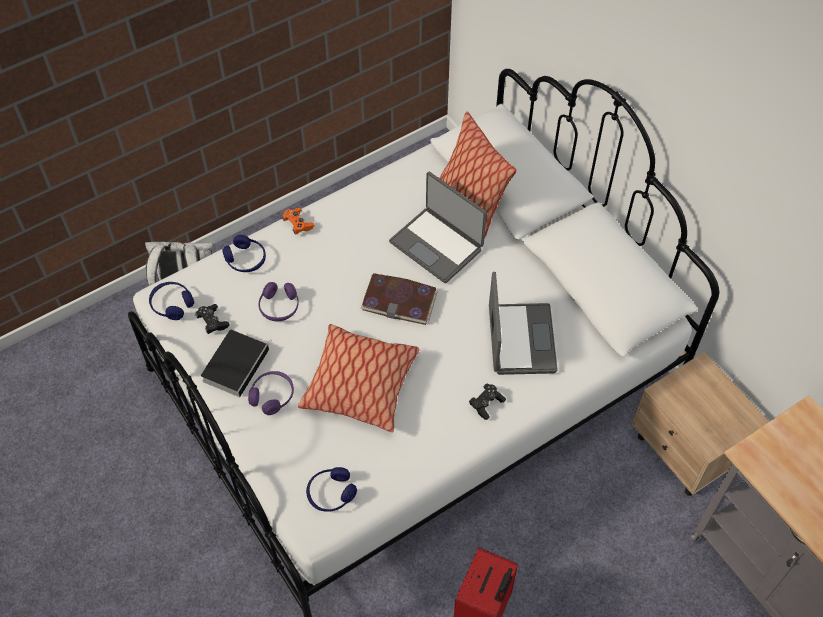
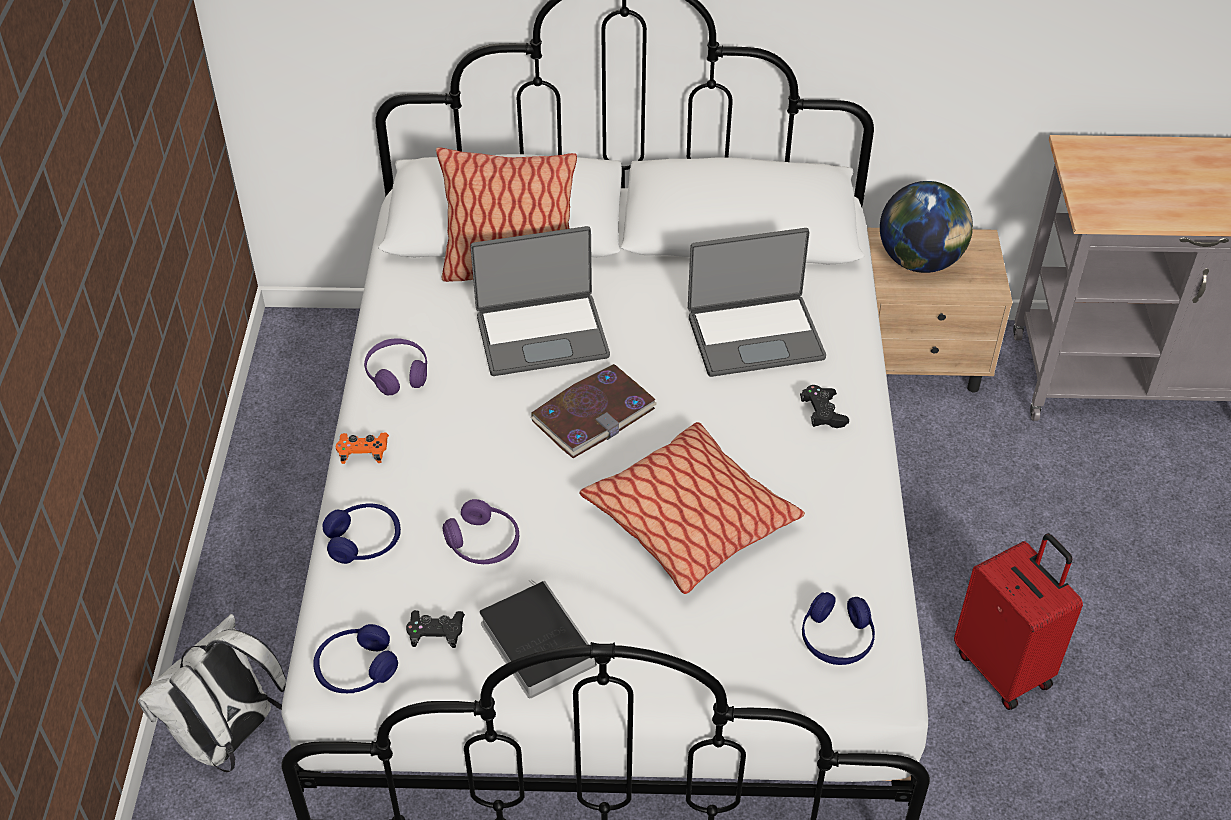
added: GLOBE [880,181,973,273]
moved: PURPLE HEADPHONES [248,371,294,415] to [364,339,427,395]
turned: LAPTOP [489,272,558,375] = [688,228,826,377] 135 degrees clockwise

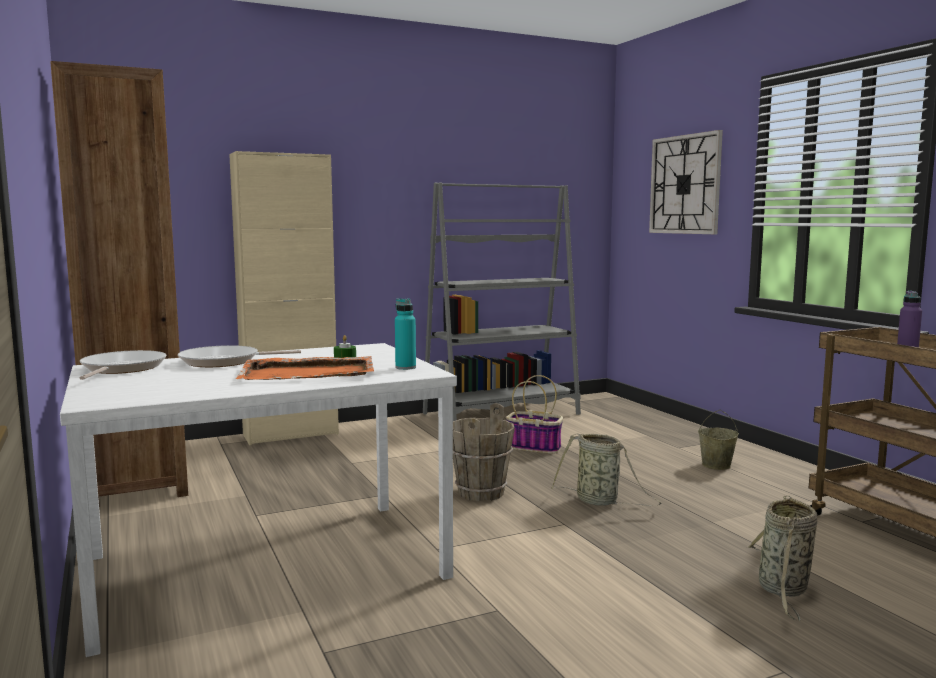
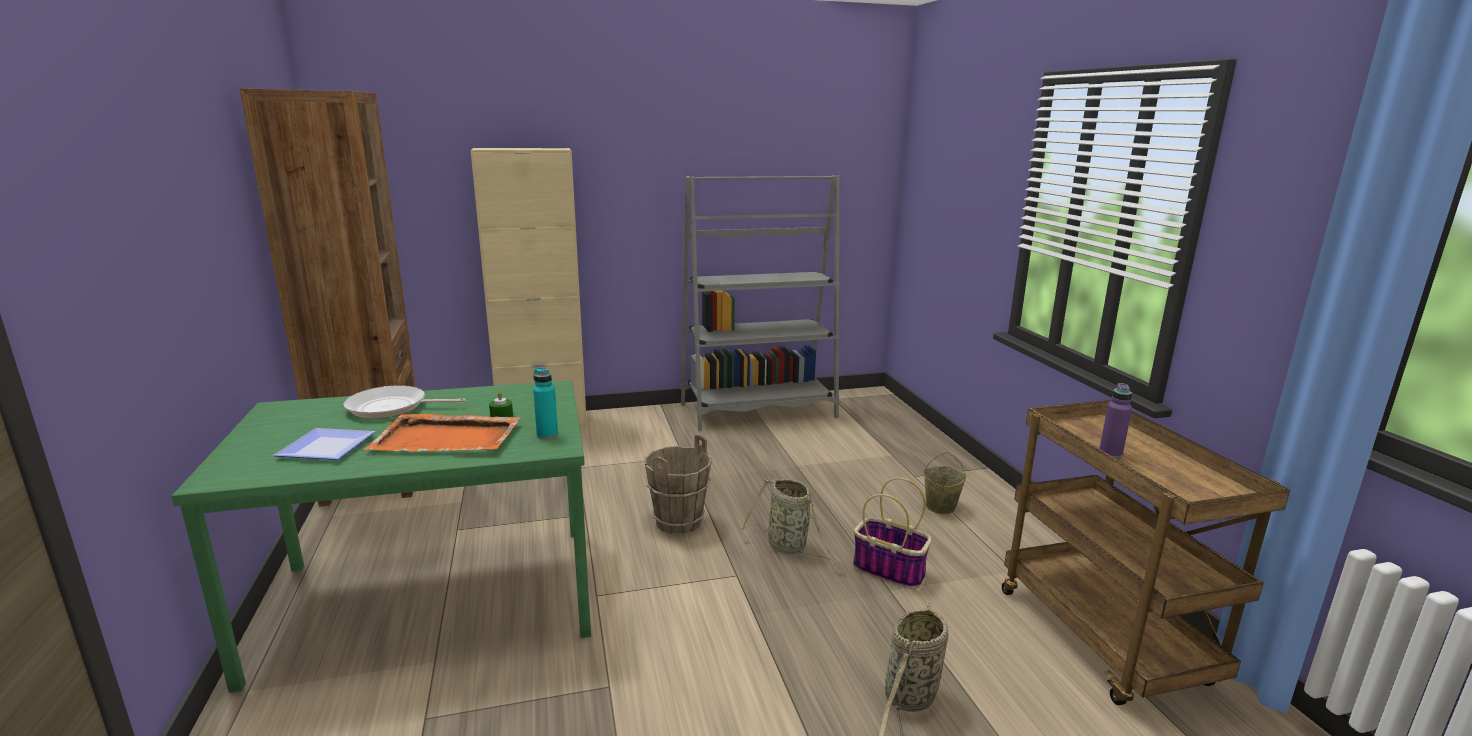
removed: WALL CLOCK [649,130,723,234]; FRYING PAN [79,350,166,380]
added: PLATE [273,428,375,460]
moved: BASKET [506,375,563,454] to [853,477,931,589]
recoloured: WHITE DINING TABLE [60,343,457,657] to GREEN DINING TABLE [172,380,591,693]

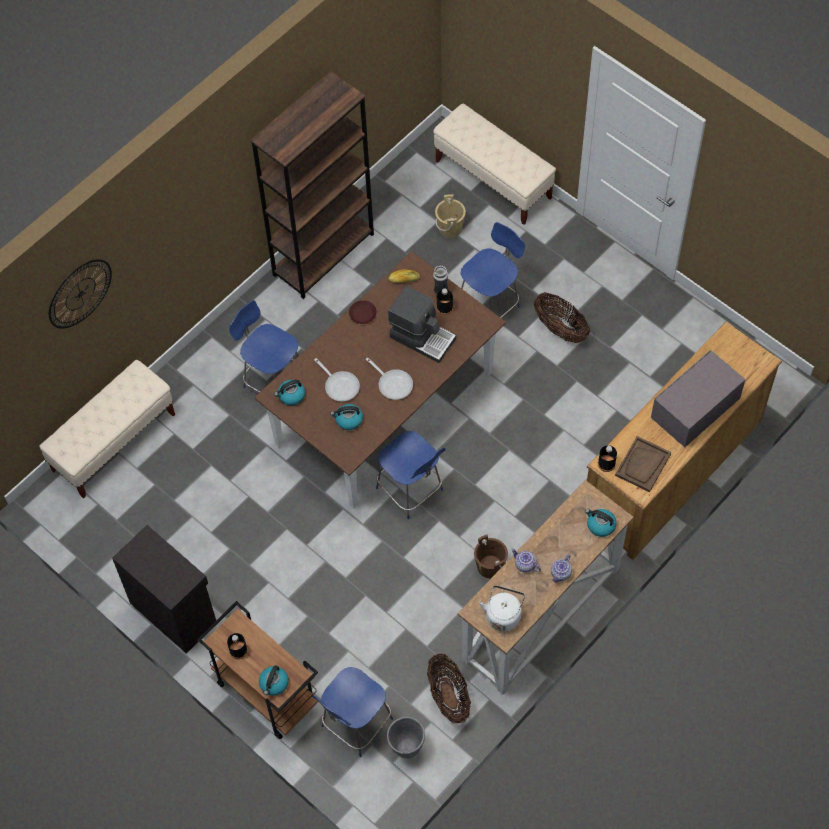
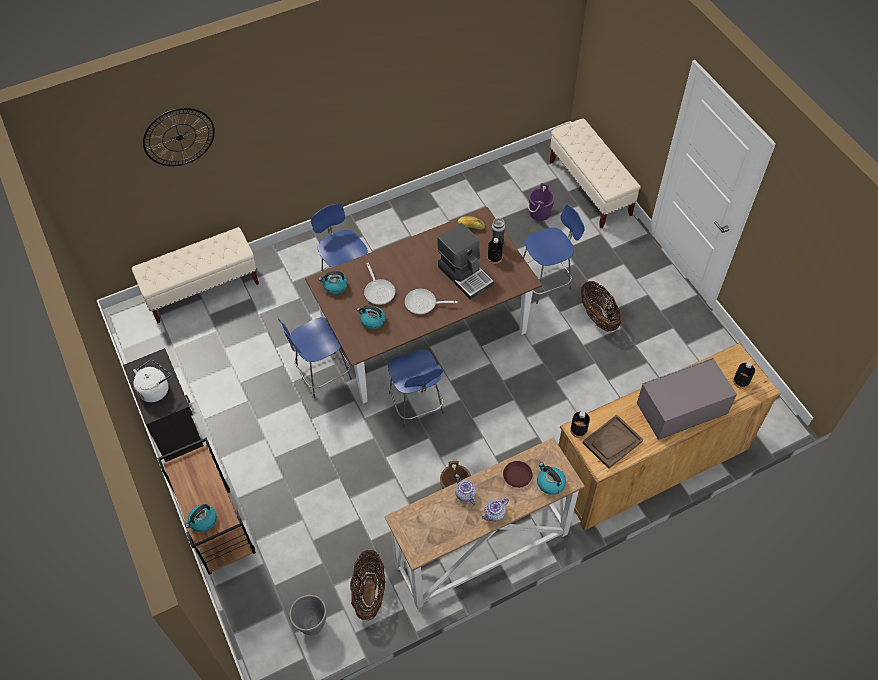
removed: BROWN BOOKCASE [251,71,374,299]
moved: BROWN PLATE [349,300,377,324] to [503,461,533,488]; WHITE KETTLE [479,585,525,631] to [133,360,171,402]; BLACK BOTTLE [227,633,248,659] to [733,362,755,389]; BLUE CHAIR [312,667,393,757] to [278,317,352,397]
recoloured: BEIGE BUCKET [435,194,466,238] to PURPLE BUCKET [528,183,555,221]
turned: FRYING PAN [366,358,413,400] = [405,289,458,314] 120 degrees clockwise

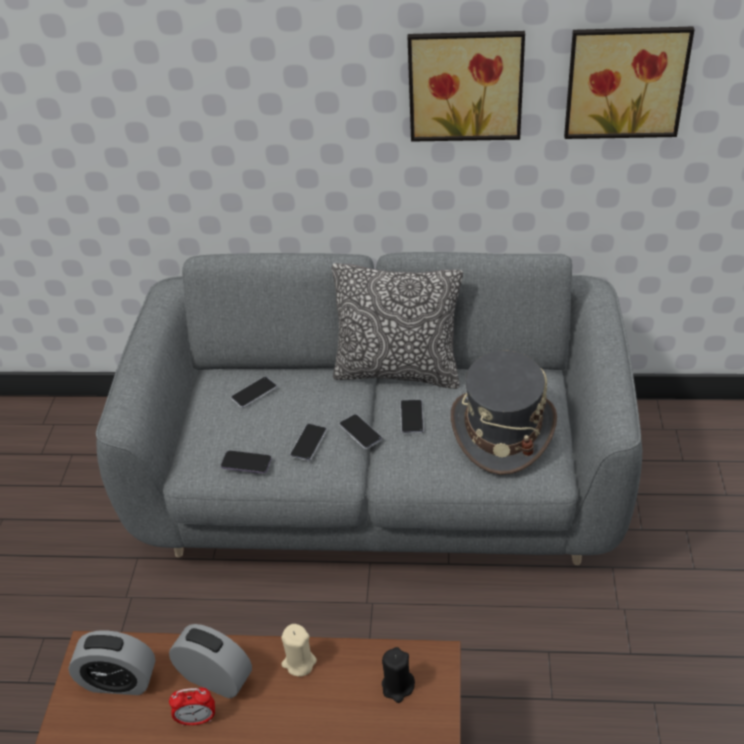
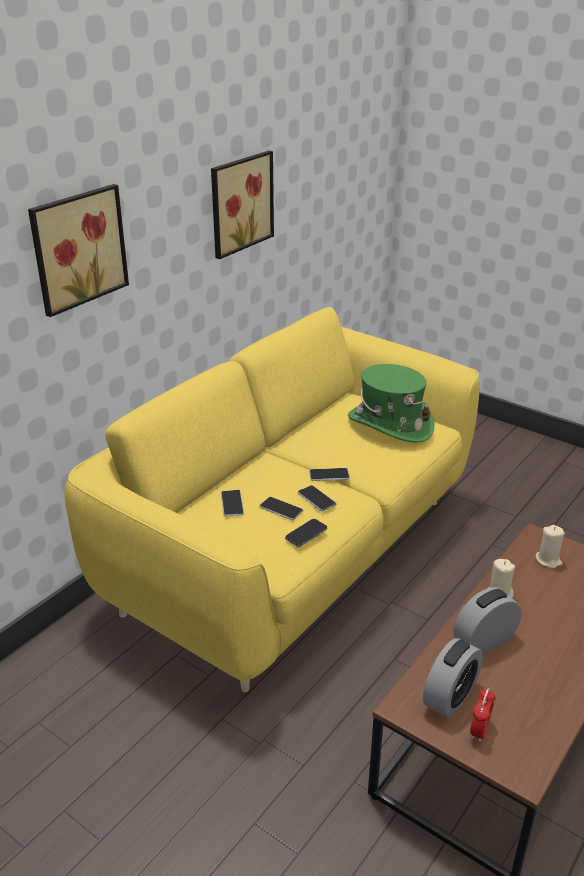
removed: PILLOW [332,263,463,389]
moved: PICTURE [564,26,695,139] to [28,184,129,317]; PHONE [400,400,424,434] to [260,497,303,520]; ALARM CLOCK [169,687,215,726] to [470,688,496,742]
recoloured: GREY SOFA [96,252,642,565] to YELLOW SOFA [64,307,480,692]; GREY HAT [451,350,557,475] to GREEN HAT [348,364,434,443]; BLACK CANDLE [382,647,415,703] to BEIGE CANDLE [535,525,565,569]

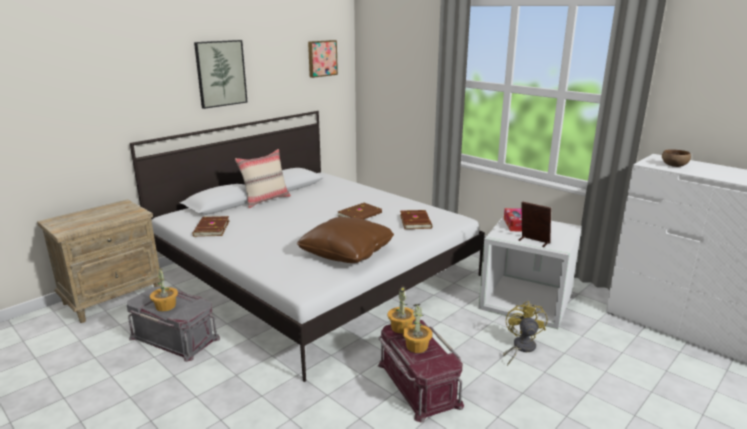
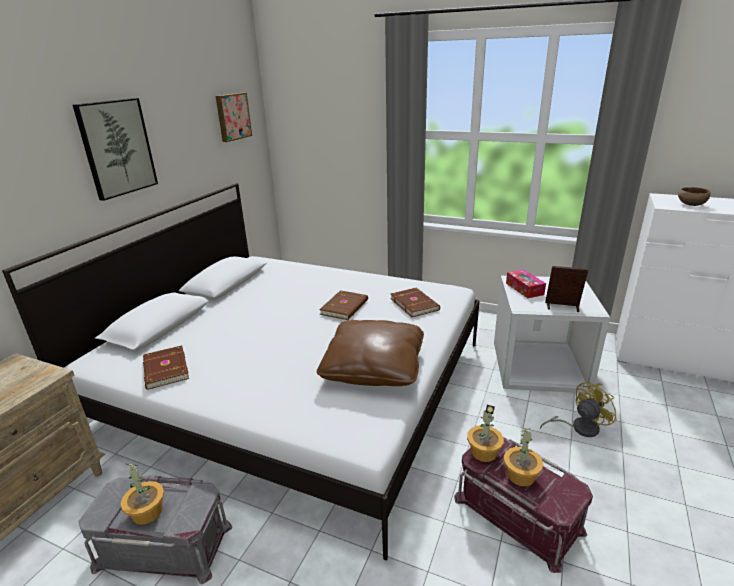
removed: BEIGE PILLOW [235,149,291,208]
turned: YELLOW FAN [503,301,547,366] = [540,382,617,437] 75 degrees clockwise

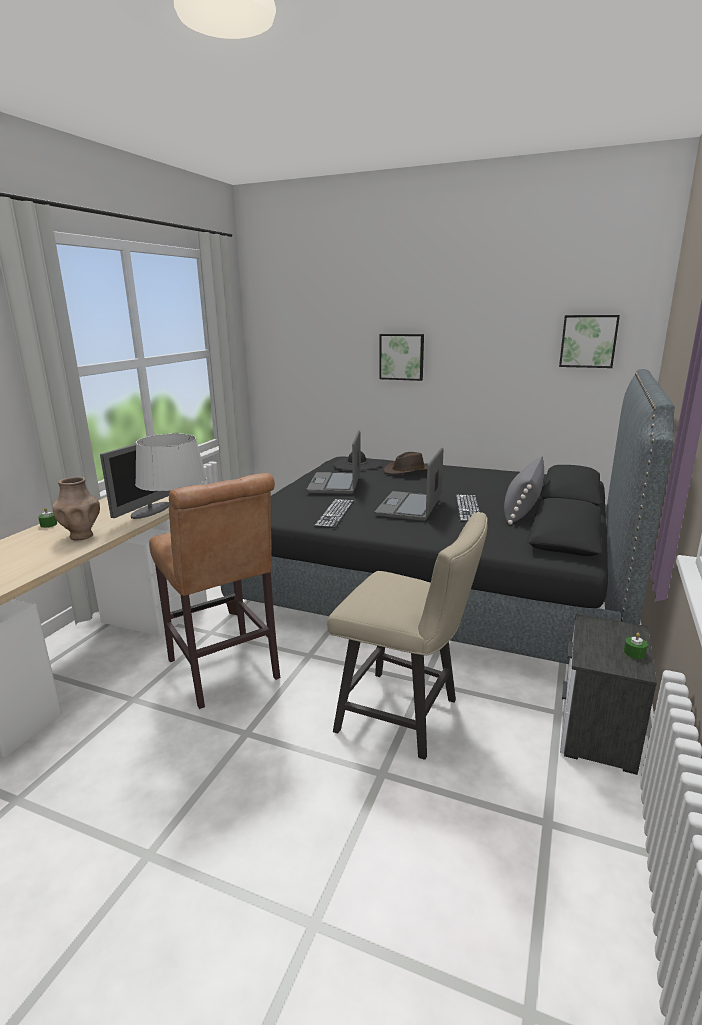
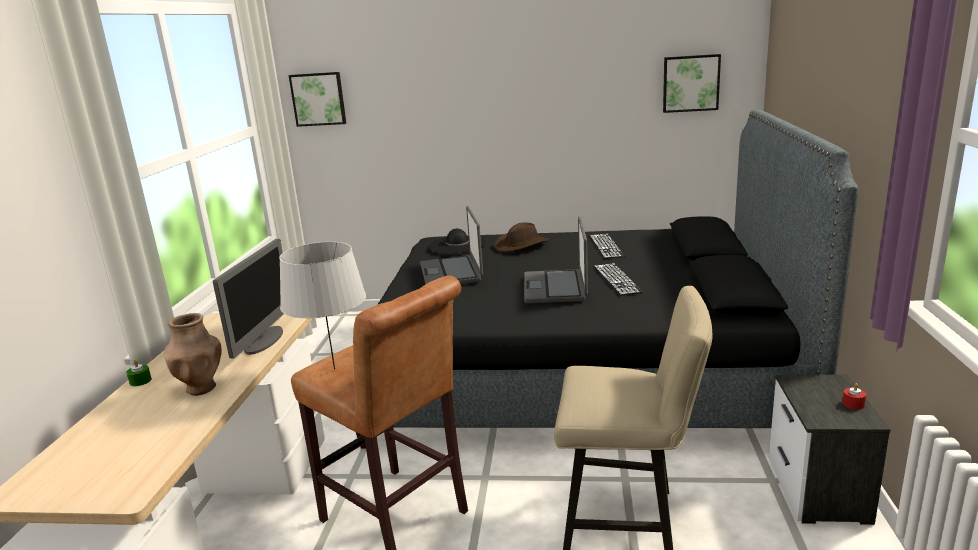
removed: GREY PILLOW [504,456,544,525]
moved: PICTURE [379,334,424,381] to [289,72,346,127]; KEYBOARD [314,499,354,528] to [589,234,625,259]
recoloured: GREEN CANDLE [624,633,648,659] to RED CANDLE [842,383,866,410]

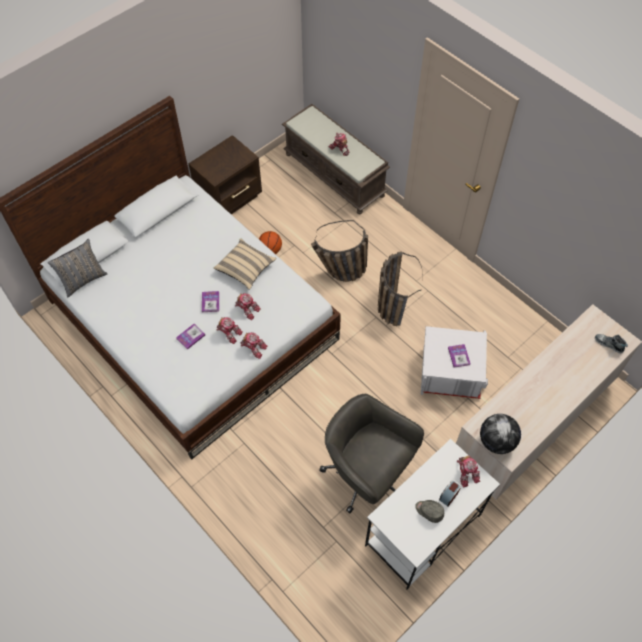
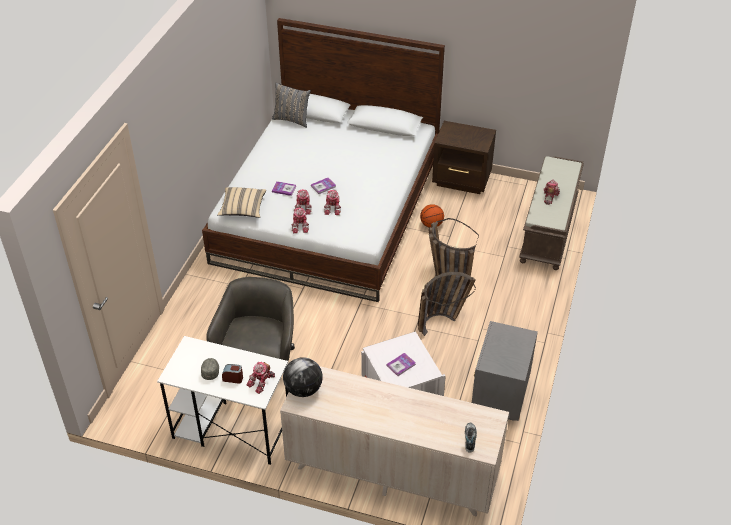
added: GREY NIGHTSTAND [472,321,538,421]
moved: BEIGE PILLOW [214,238,277,290] to [217,187,266,218]

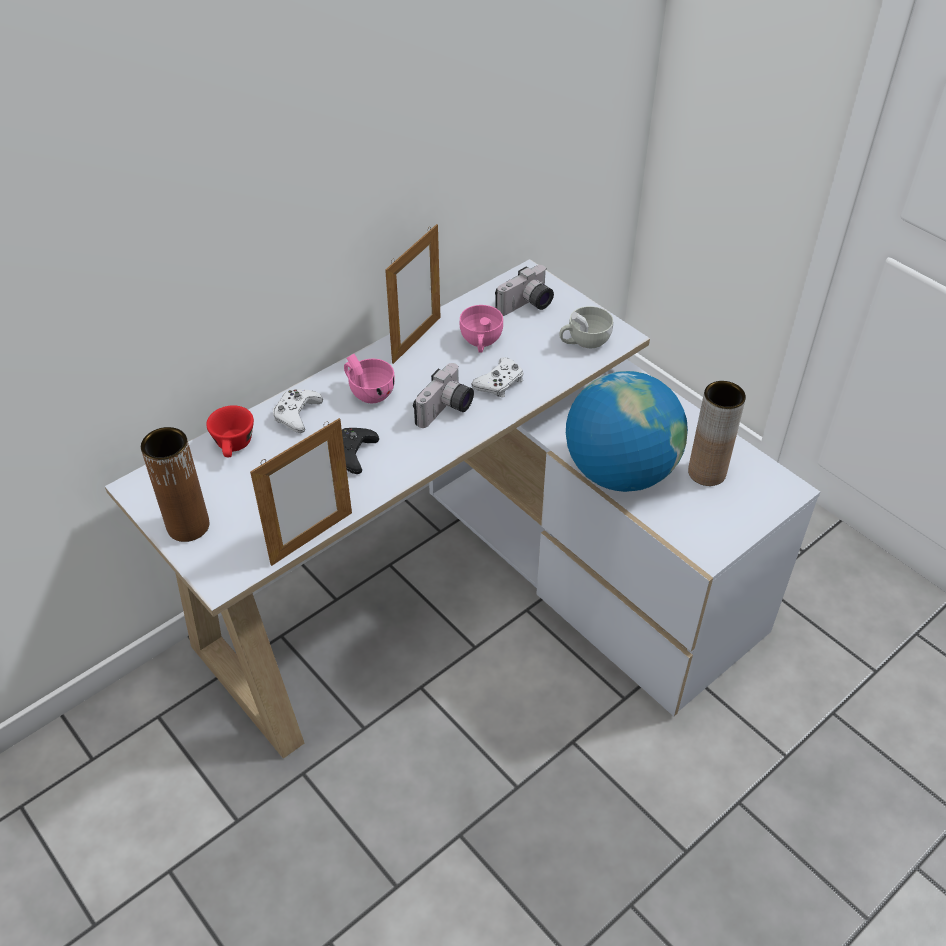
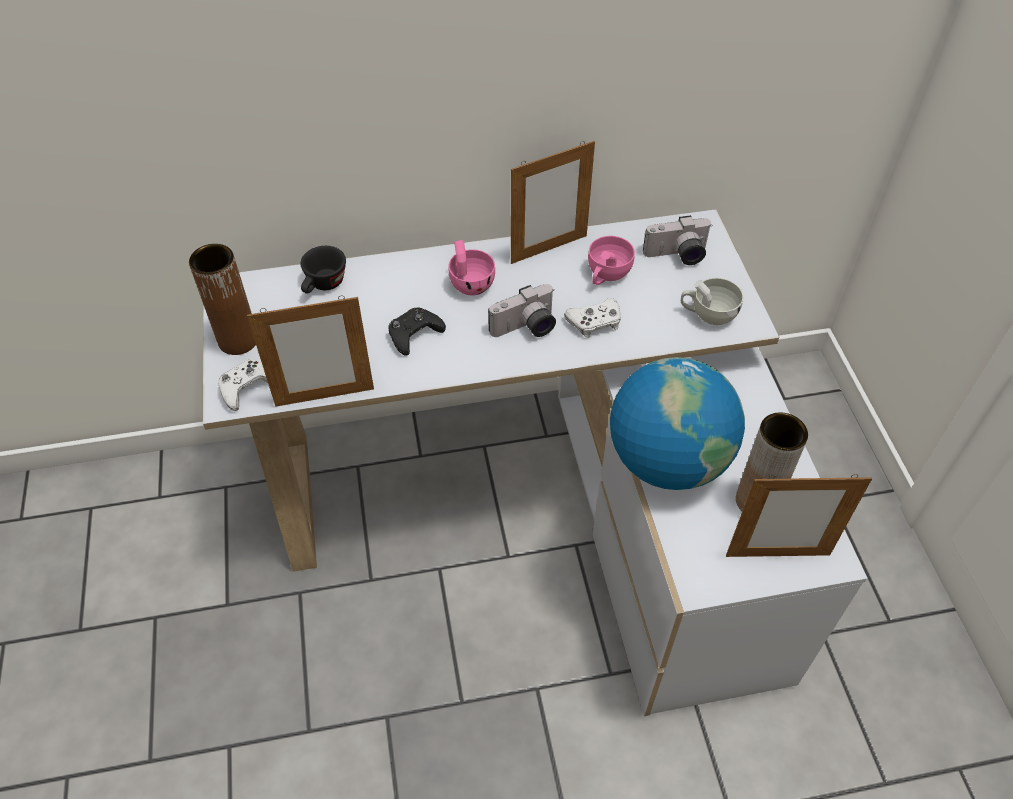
added: PICTURE FRAME [726,474,872,557]
moved: WHITE GAME CONTROLLER [273,389,323,433] to [218,359,268,411]
recoloured: RED CUP [206,405,254,457] to BLACK CUP [301,246,346,294]

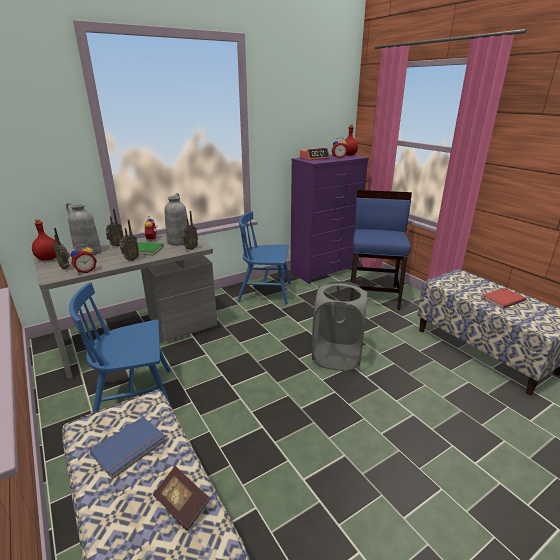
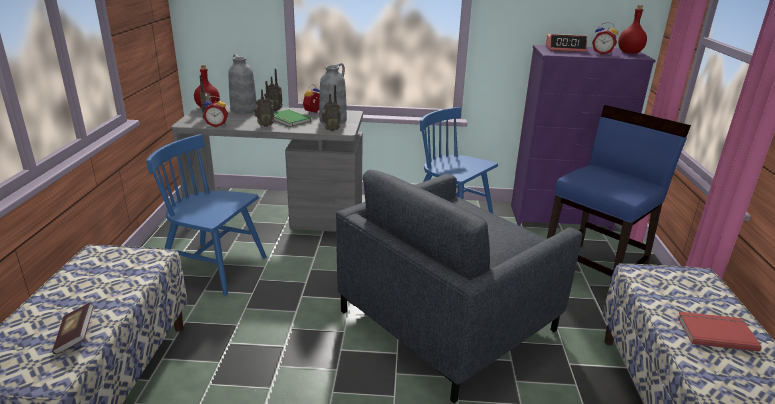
removed: BLUE BOOK [90,417,166,479]
replaced: GREY LAUNDRY BASKET [312,281,368,371] to GREY ARMCHAIR [336,170,582,403]

